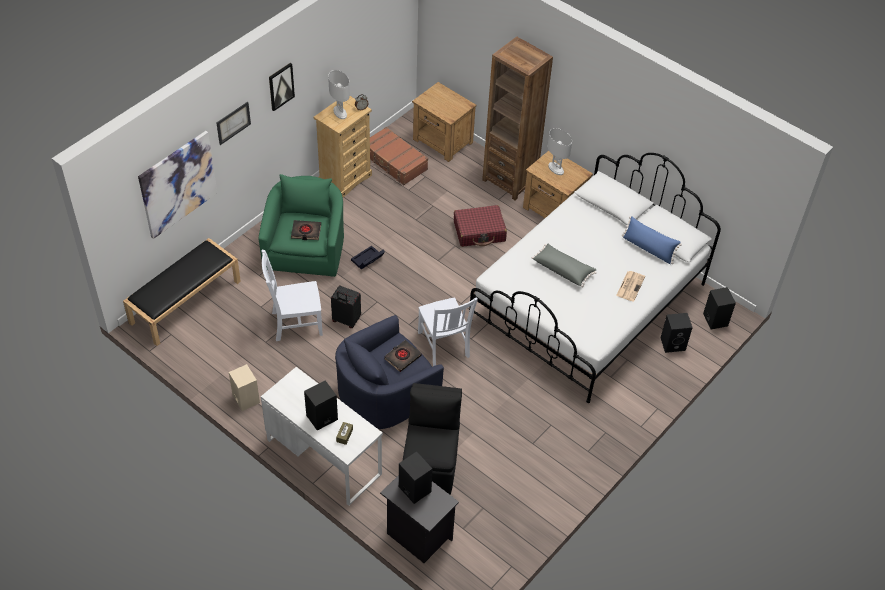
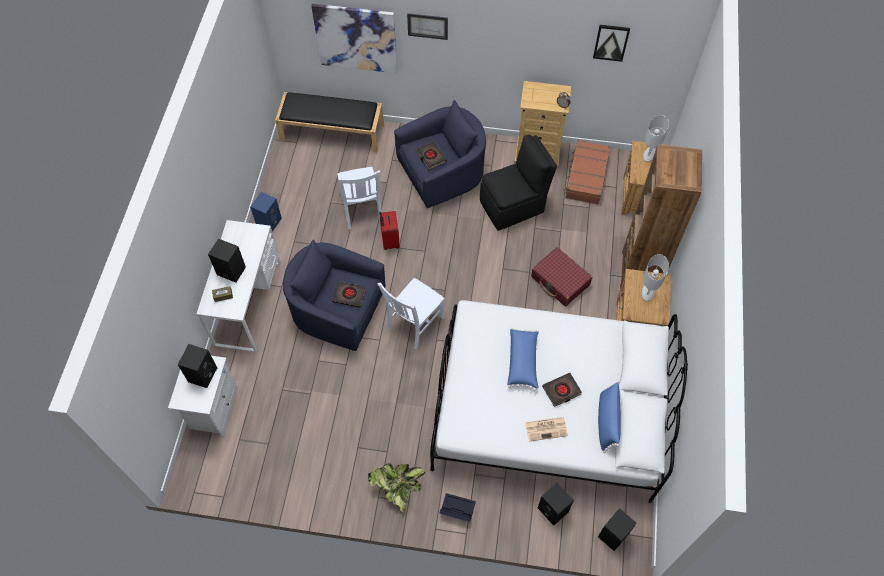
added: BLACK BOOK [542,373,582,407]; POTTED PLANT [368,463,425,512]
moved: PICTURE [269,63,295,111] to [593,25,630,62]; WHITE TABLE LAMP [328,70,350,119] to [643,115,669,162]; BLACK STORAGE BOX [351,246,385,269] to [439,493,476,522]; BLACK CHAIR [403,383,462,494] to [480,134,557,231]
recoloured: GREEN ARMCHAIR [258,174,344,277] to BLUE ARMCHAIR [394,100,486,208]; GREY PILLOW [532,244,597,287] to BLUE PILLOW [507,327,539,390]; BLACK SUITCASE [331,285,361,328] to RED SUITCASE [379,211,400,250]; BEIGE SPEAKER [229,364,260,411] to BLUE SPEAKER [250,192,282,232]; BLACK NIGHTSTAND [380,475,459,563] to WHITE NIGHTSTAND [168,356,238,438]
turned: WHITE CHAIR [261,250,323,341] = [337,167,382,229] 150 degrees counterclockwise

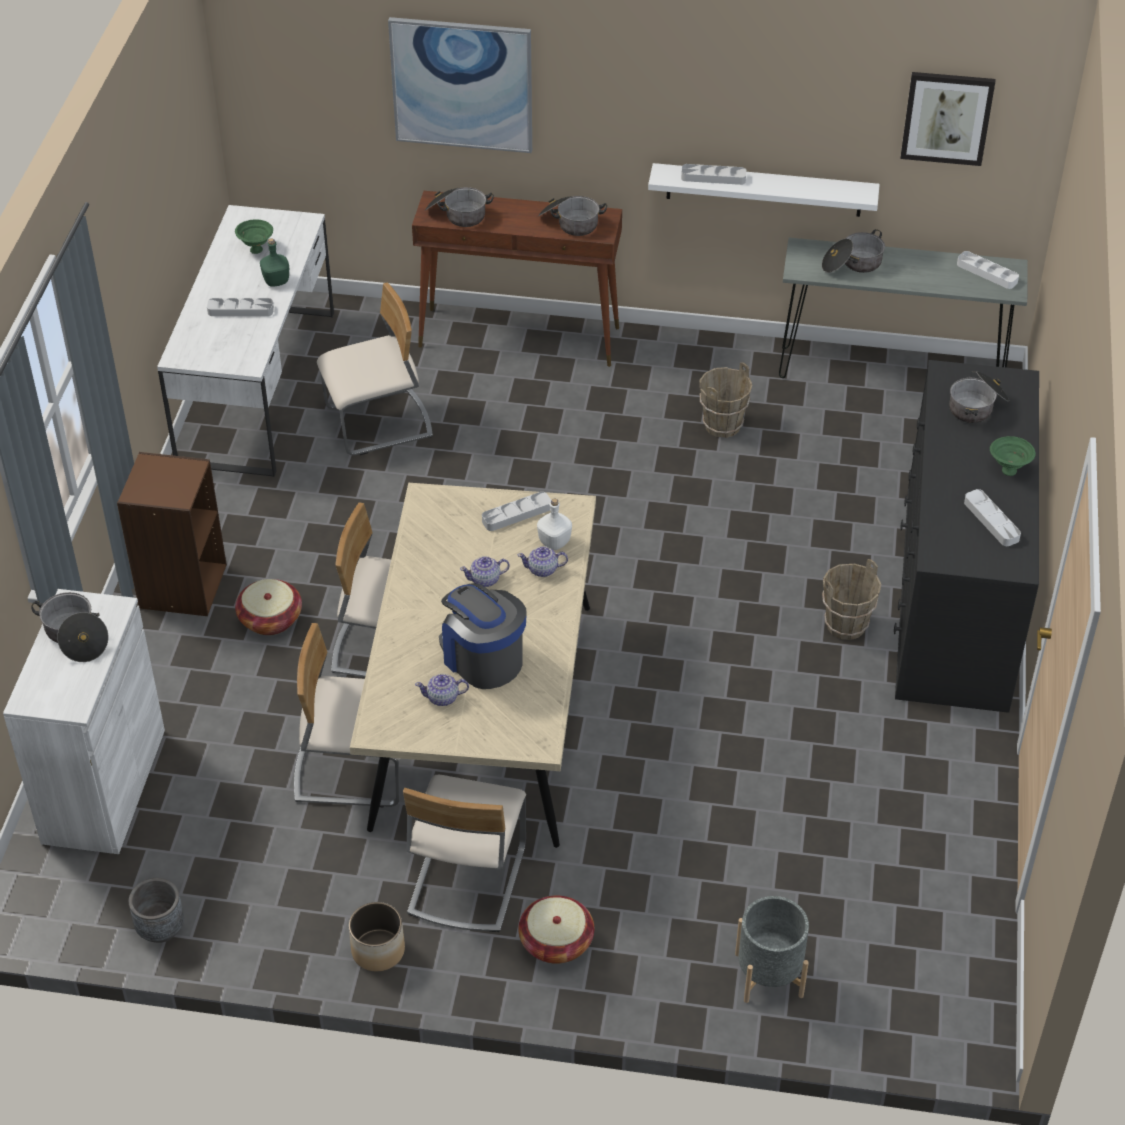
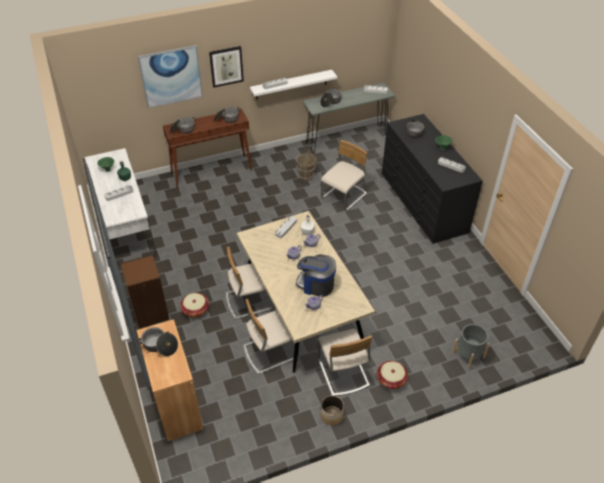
removed: BROWN BUCKET [822,559,881,640]; GREY PLANTER [129,878,184,943]
moved: PICTURE [900,72,995,166] to [209,46,244,88]; BEIGE CHAIR [317,282,433,455] to [321,140,367,211]
recoloured: WHITE CABINET [3,589,165,854] to BROWN CABINET [137,319,203,441]

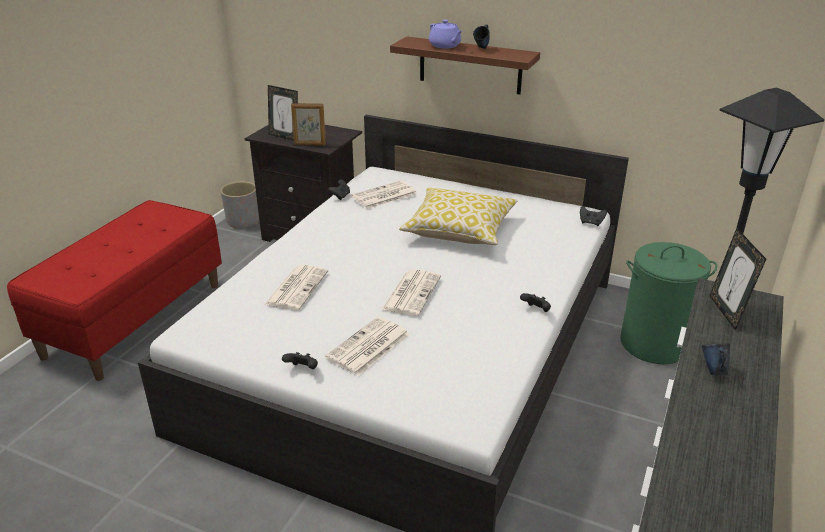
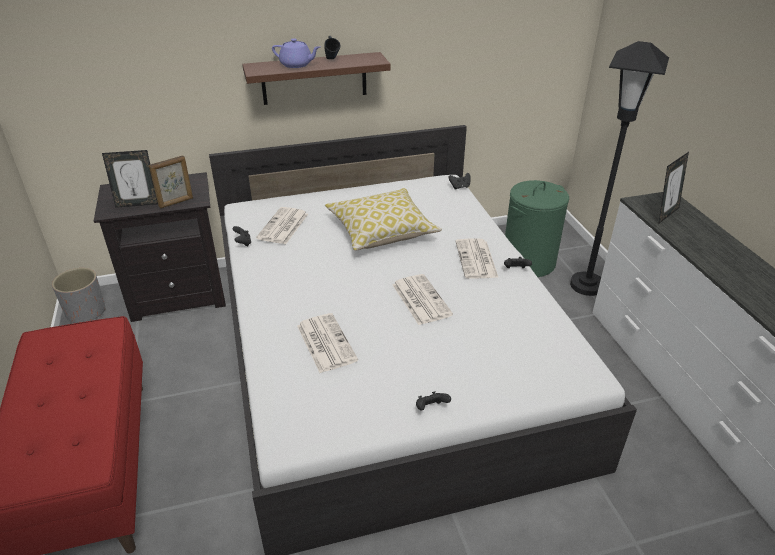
removed: BLUE MUG [702,343,730,375]
moved: NEWSPAPER [325,317,410,376] to [455,238,499,279]
turned: PICTURE FRAME [709,228,766,331] = [658,152,689,224] 90 degrees counterclockwise

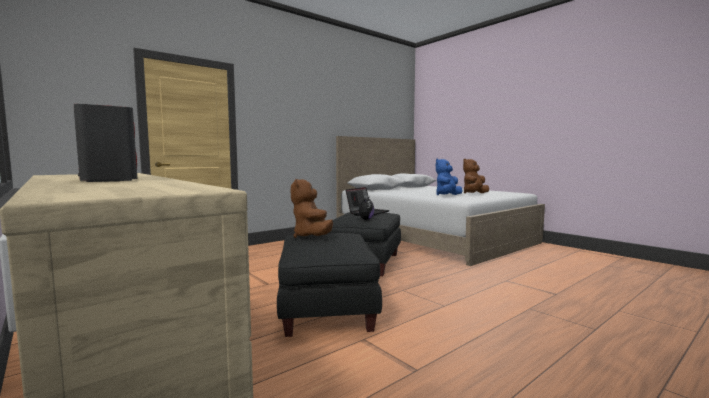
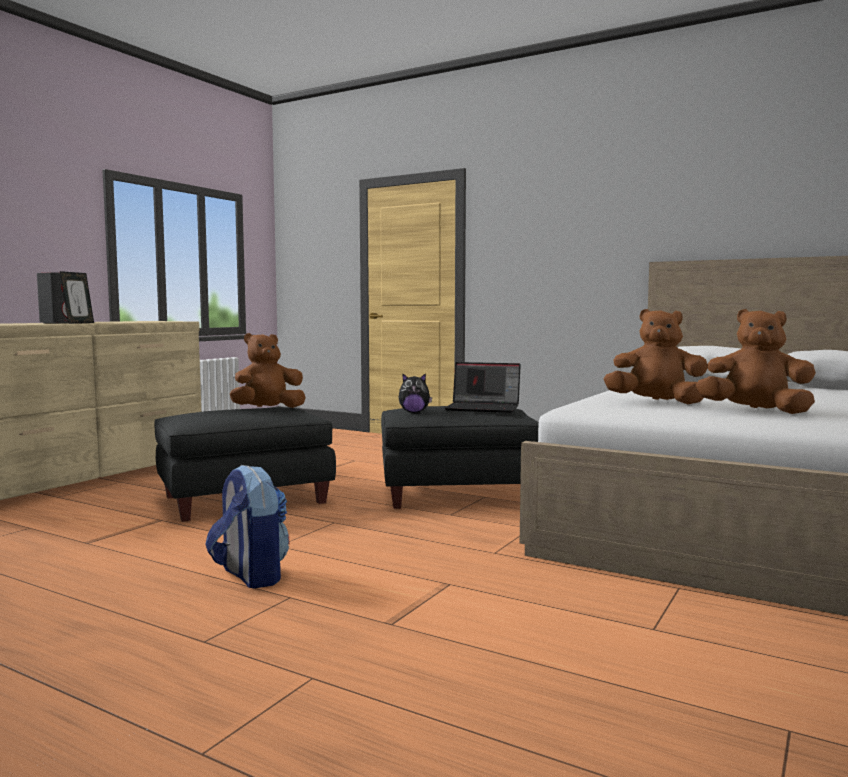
added: PICTURE FRAME [60,271,94,324]; BACKPACK [205,465,289,588]
recoloured: BLUE PLUSH TOY [436,158,462,195] to BROWN PLUSH TOY [604,309,708,404]

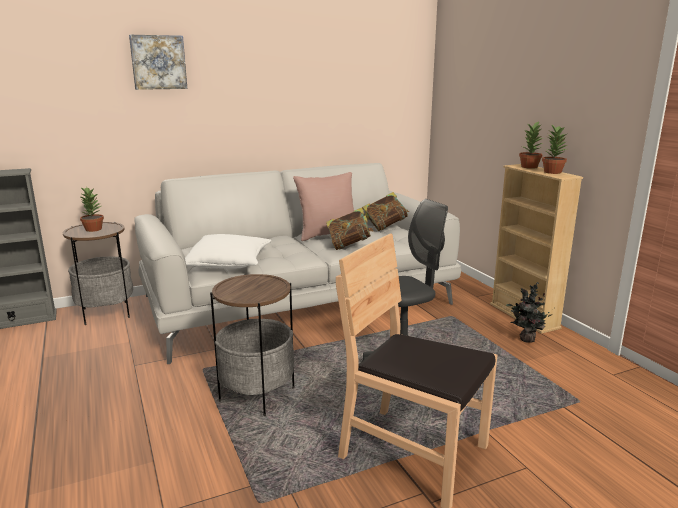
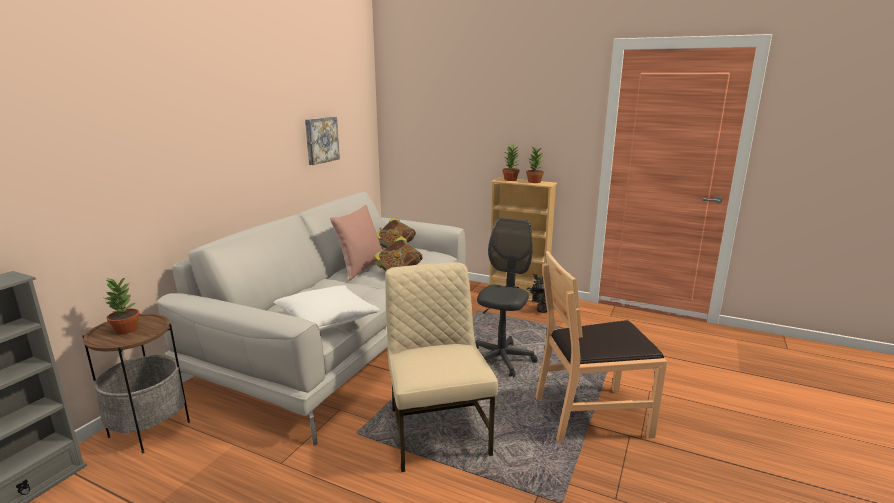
moved: PICTURE [129,35,187,90] to [305,117,340,165]
replaced: SIDE TABLE [210,274,295,416] to BEIGE CHAIR [385,262,498,472]

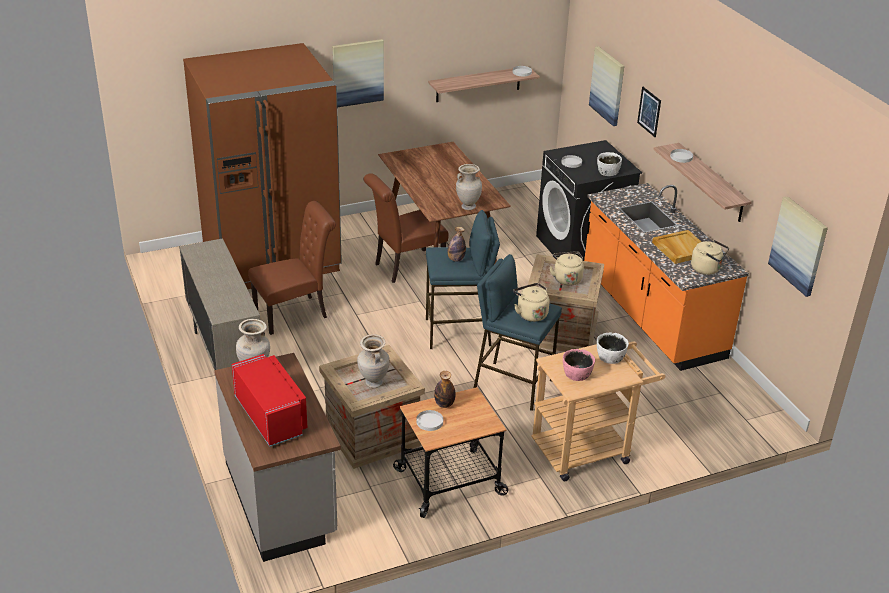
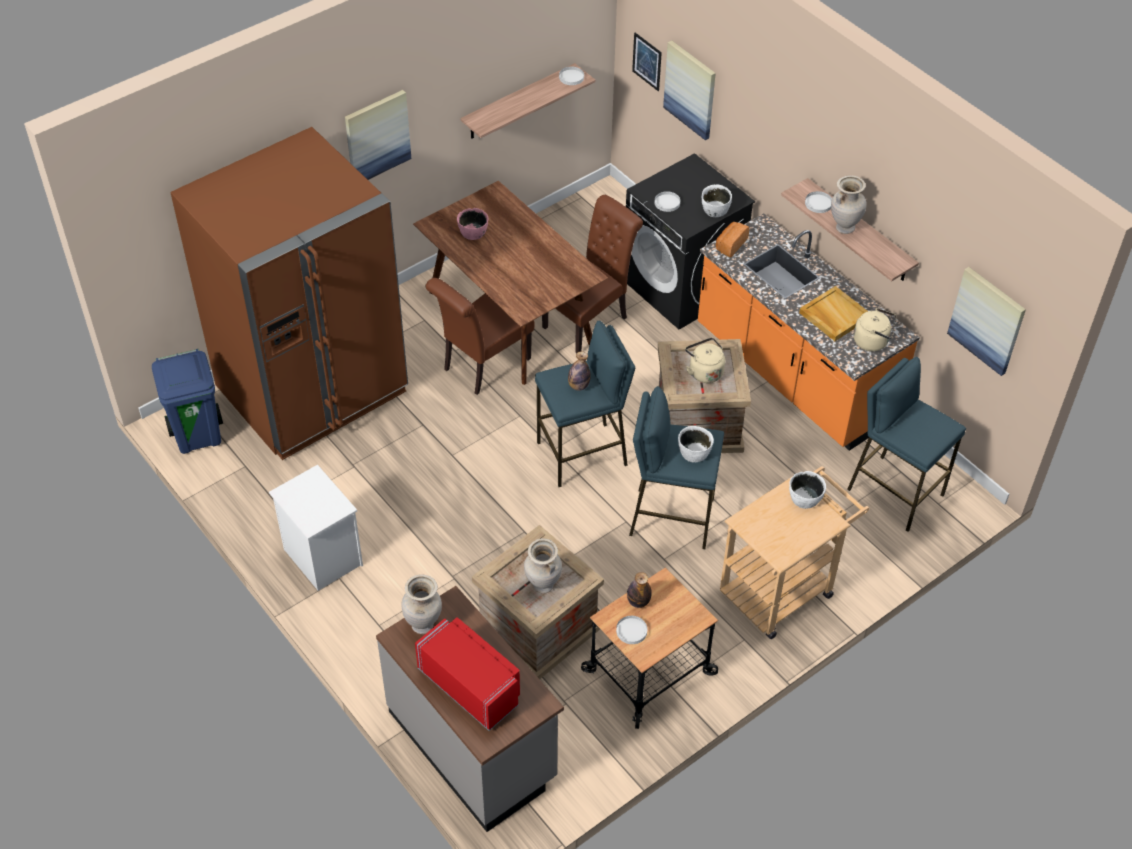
added: BREAD [716,222,749,257]; BLUE TRASH CAN [152,349,223,454]; BLUE STOOL [847,357,966,532]
moved: PICTURE [637,87,661,137] to [632,33,662,91]; BEIGE VASE [456,164,482,210] to [831,175,866,234]; BROWN CHAIR [248,201,336,335] to [542,195,643,353]; PINK BOWL [563,349,595,381] to [457,208,488,240]
replaced: BEIGE CABINET [179,238,265,370] to WHITE NIGHTSTAND [269,465,363,591]; BEIGE KETTLE [513,283,550,322] to WHITE BOWL [678,426,714,462]

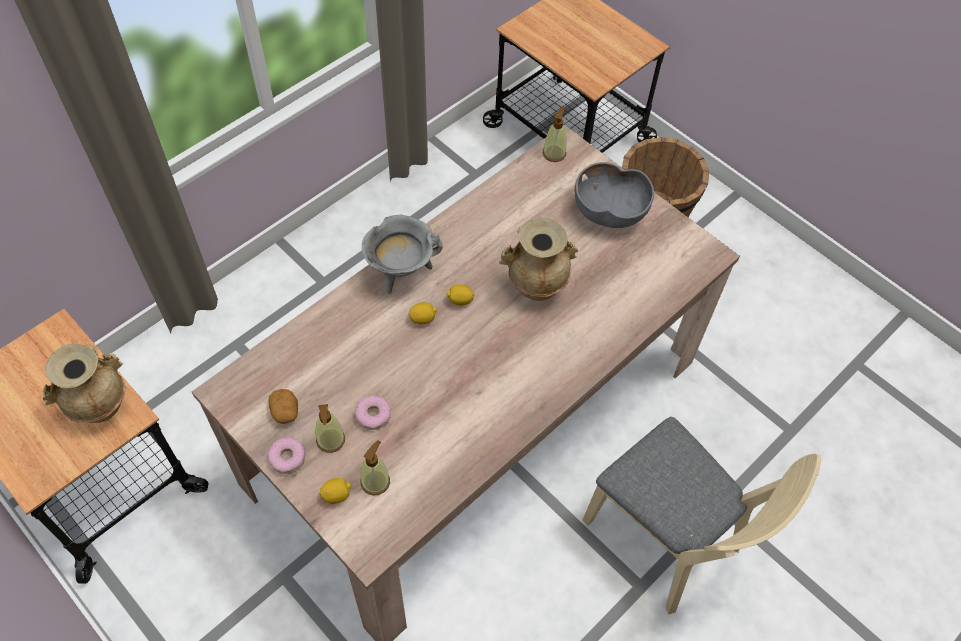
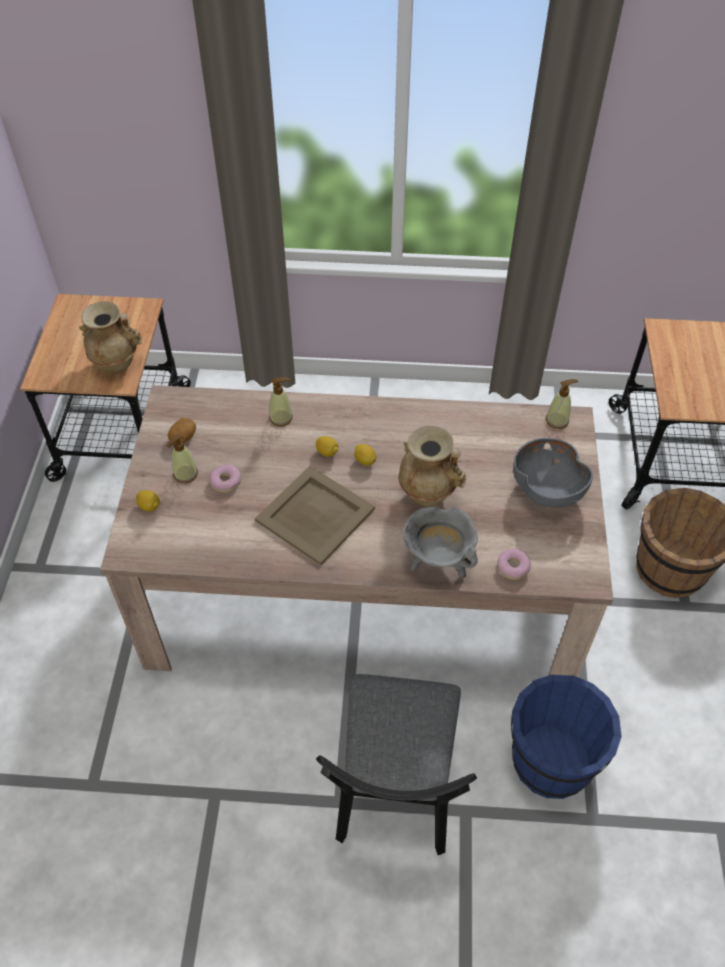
added: BEIGE TRAY [255,466,375,565]; BLUE BUCKET [511,675,622,799]
moved: GREY COOKING POT [362,215,443,293] to [403,507,478,578]; DONUT [268,437,306,474] to [497,549,531,580]; SOAP DISPENSER [360,440,390,496] to [269,377,293,427]
recoloured: BEIGE CHAIR [582,417,821,614] to BLACK CHAIR [316,674,477,855]

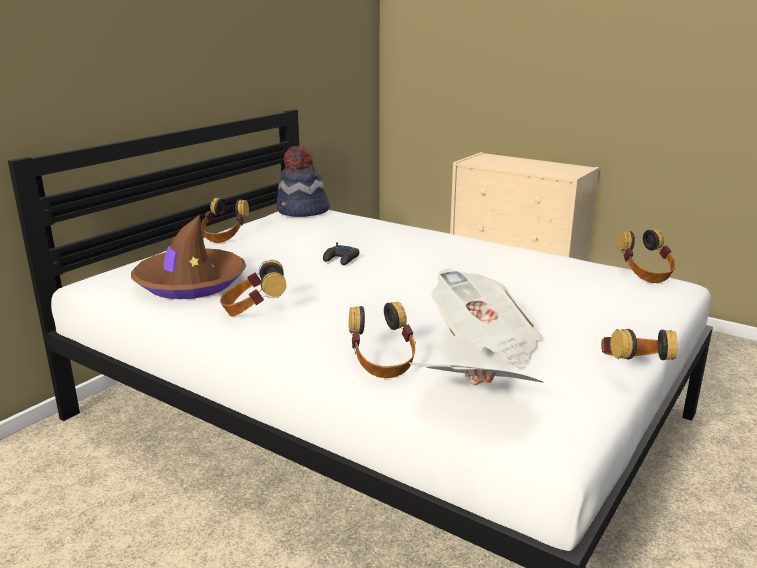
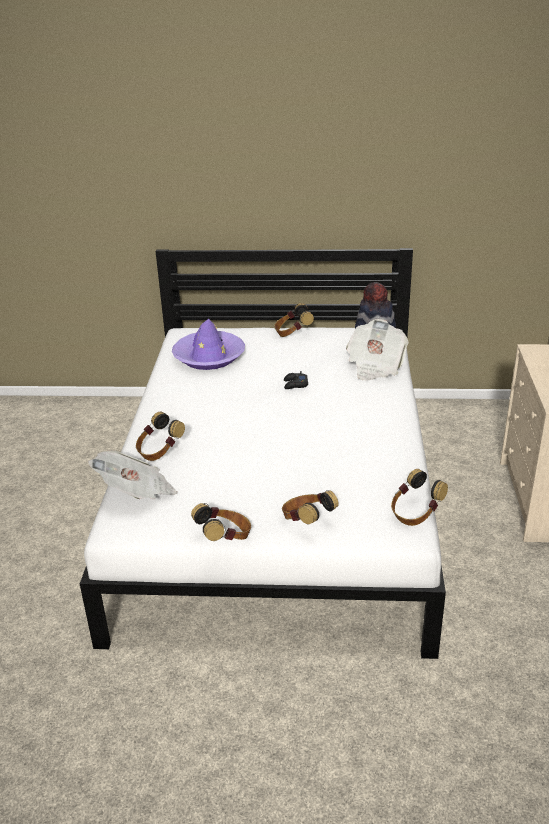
moved: HEADPHONES [220,260,286,317] to [282,490,339,525]; NEWSPAPER [431,269,542,369] to [346,319,409,380]
recoloured: BROWN HAT [131,215,246,299] to PURPLE HAT [172,319,245,370]

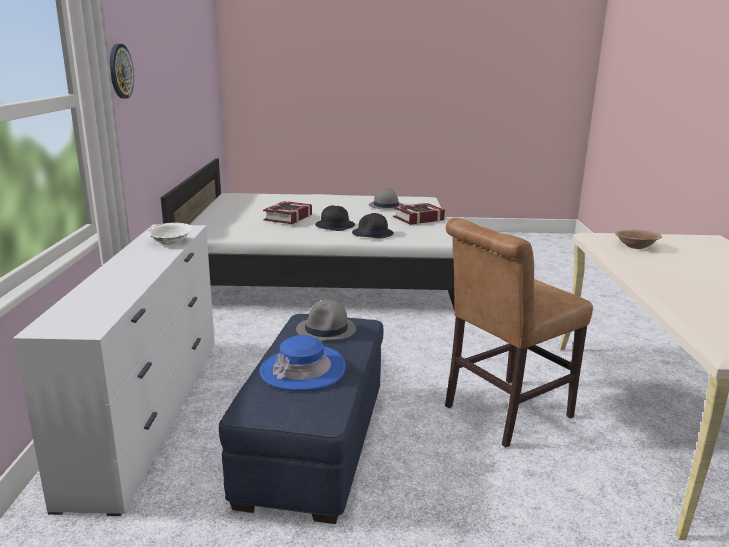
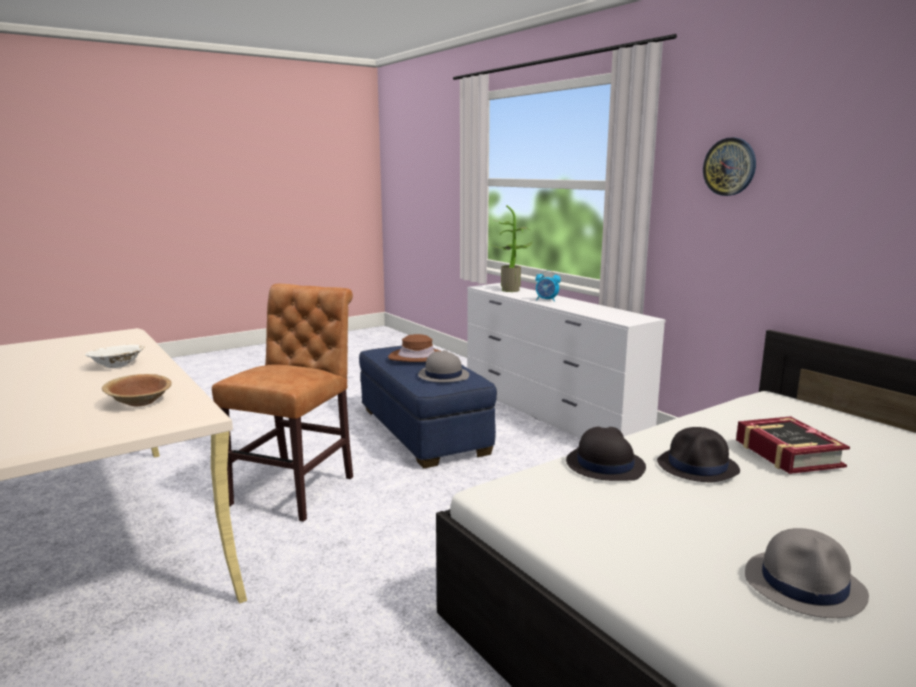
removed: BOOK [393,203,445,225]
added: POTTED PLANT [489,205,533,292]; ALARM CLOCK [536,270,561,302]
moved: WHITE BOWL [146,222,192,245] to [85,345,144,368]
recoloured: BLUE HAT [259,335,346,391] to BROWN HAT [388,334,441,362]

